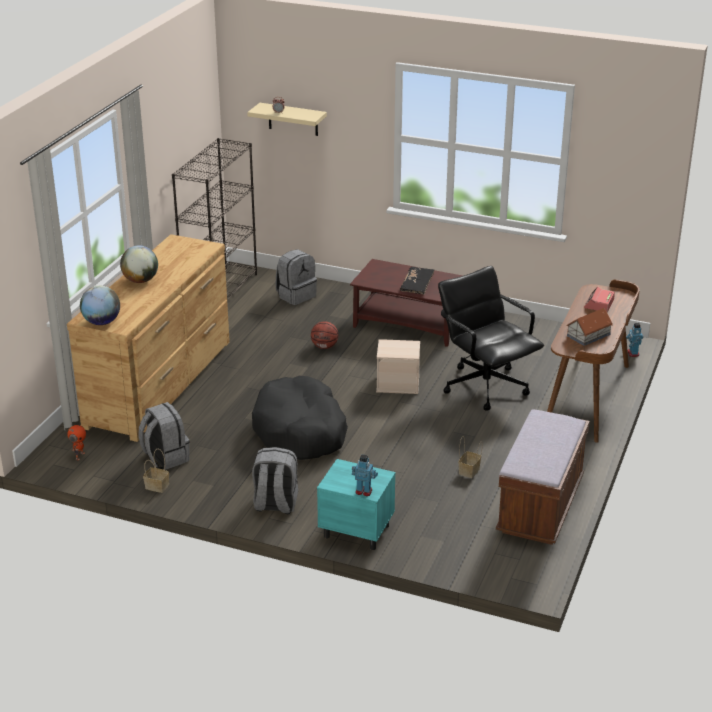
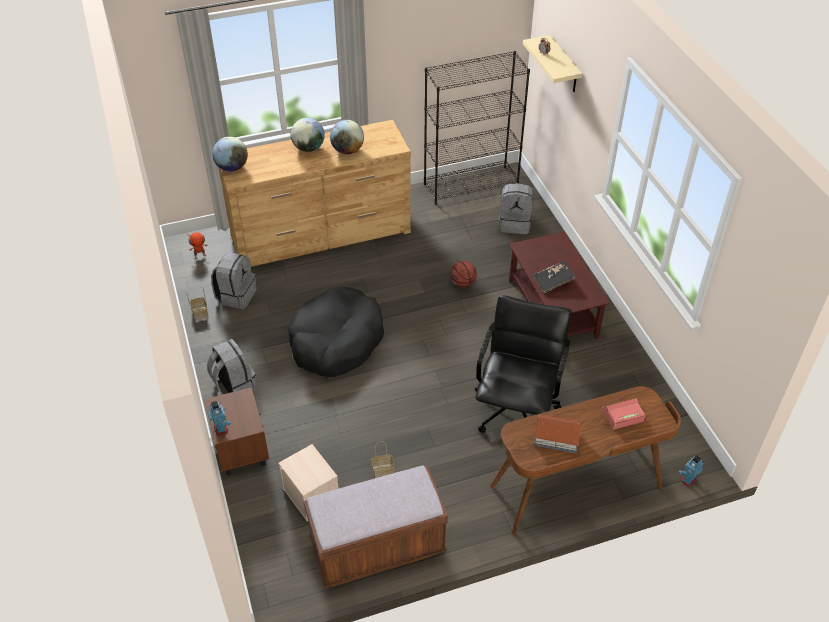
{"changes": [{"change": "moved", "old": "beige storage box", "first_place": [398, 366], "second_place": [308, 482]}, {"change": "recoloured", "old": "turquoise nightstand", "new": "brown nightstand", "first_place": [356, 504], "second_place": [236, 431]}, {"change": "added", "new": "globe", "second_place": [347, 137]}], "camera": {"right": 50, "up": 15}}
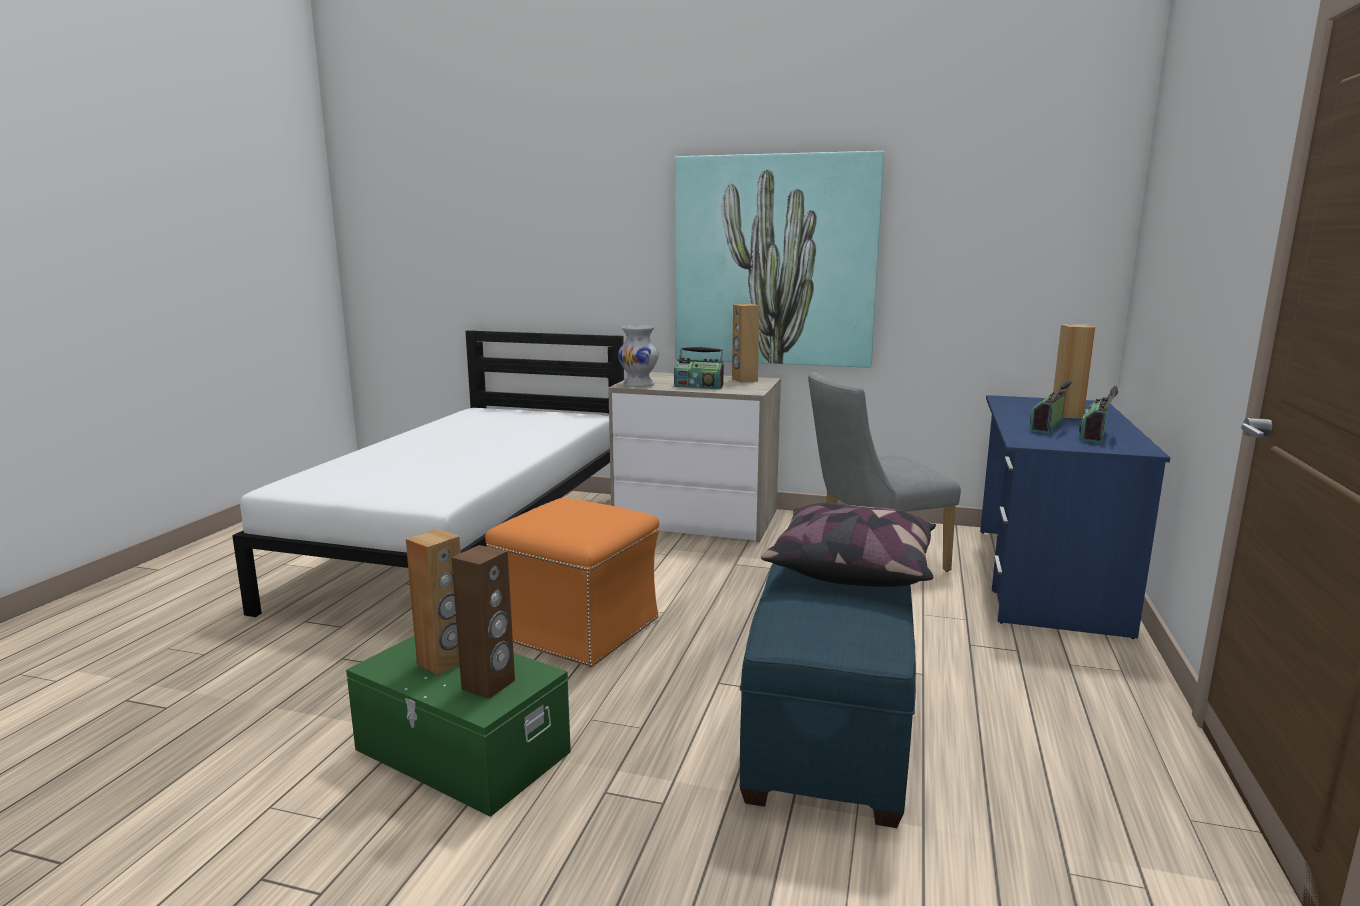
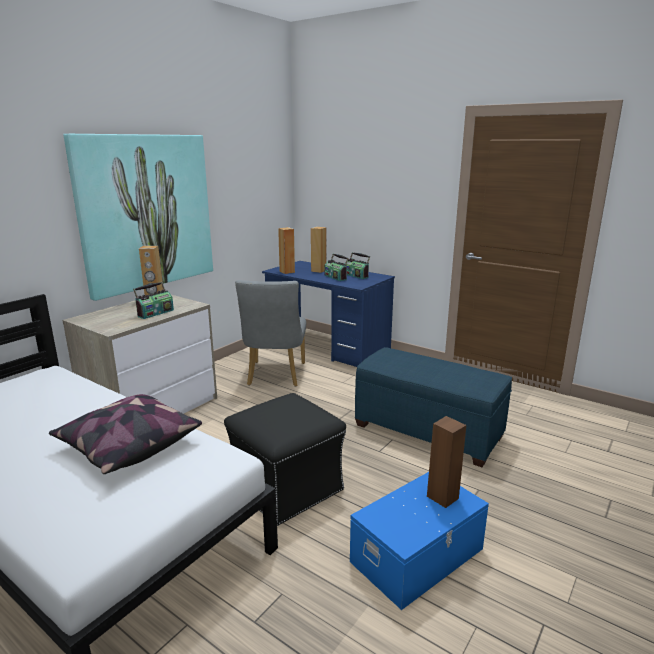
{"changes": [{"change": "removed", "old": "white vase", "first_place": [638, 356]}, {"change": "recoloured", "old": "orange ottoman", "new": "black ottoman", "first_place": [572, 583], "second_place": [285, 459]}, {"change": "moved", "old": "pillow", "first_place": [848, 545], "second_place": [125, 434]}, {"change": "moved", "old": "brown speaker", "first_place": [433, 602], "second_place": [286, 250]}, {"change": "recoloured", "old": "green storage box", "new": "blue storage box", "first_place": [458, 726], "second_place": [419, 541]}], "camera": {"right": -70, "up": 5}}
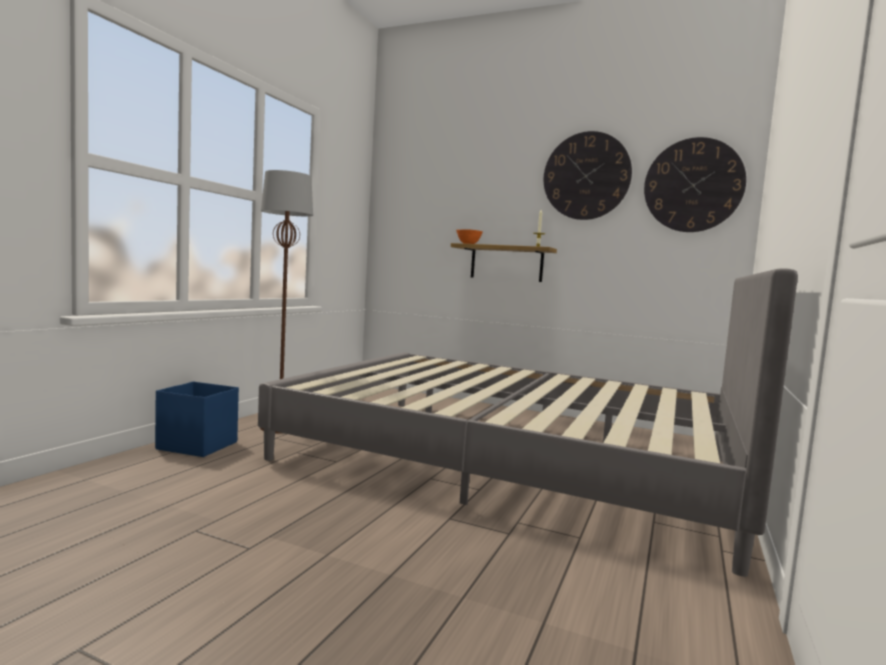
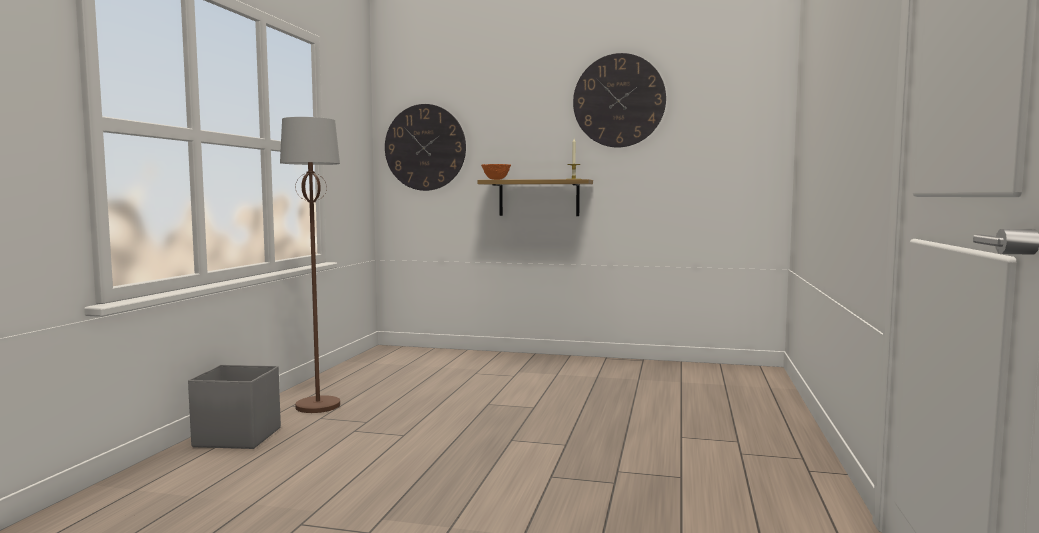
{"changes": [{"change": "moved", "old": "wall clock", "first_place": [695, 184], "second_place": [425, 147]}, {"change": "removed", "old": "grey bed", "first_place": [528, 422]}, {"change": "recoloured", "old": "blue storage box", "new": "grey storage box", "first_place": [197, 419], "second_place": [234, 407]}], "camera": {"right": -10, "up": 0}}
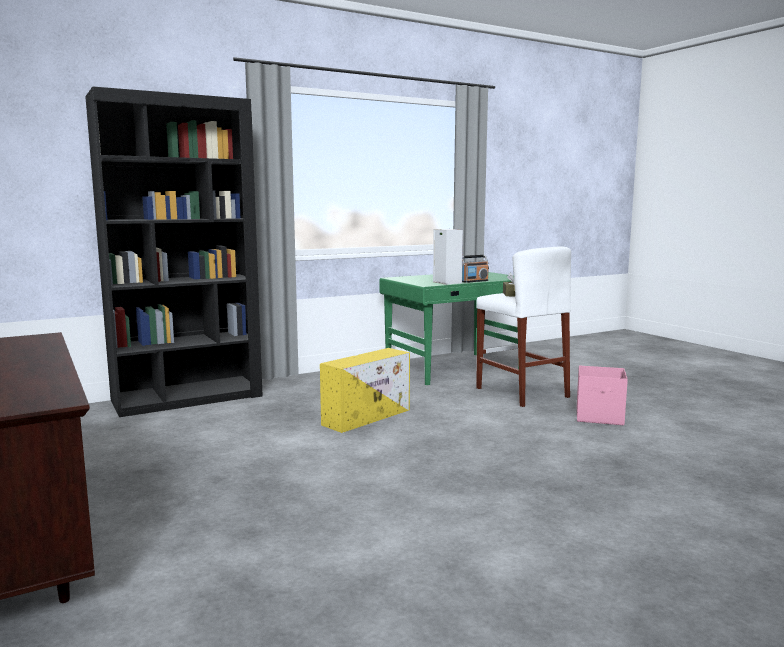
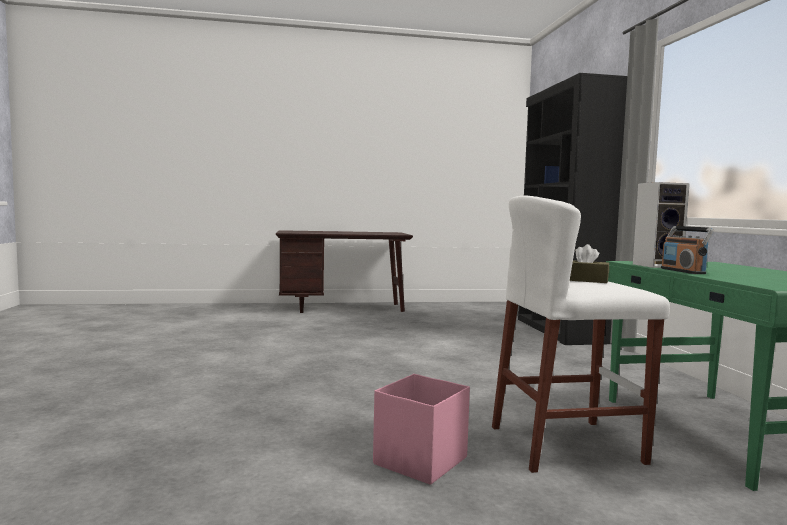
{"changes": [{"change": "removed", "old": "yellow storage box", "first_place": [365, 390]}], "camera": {"right": 110, "up": -5}}
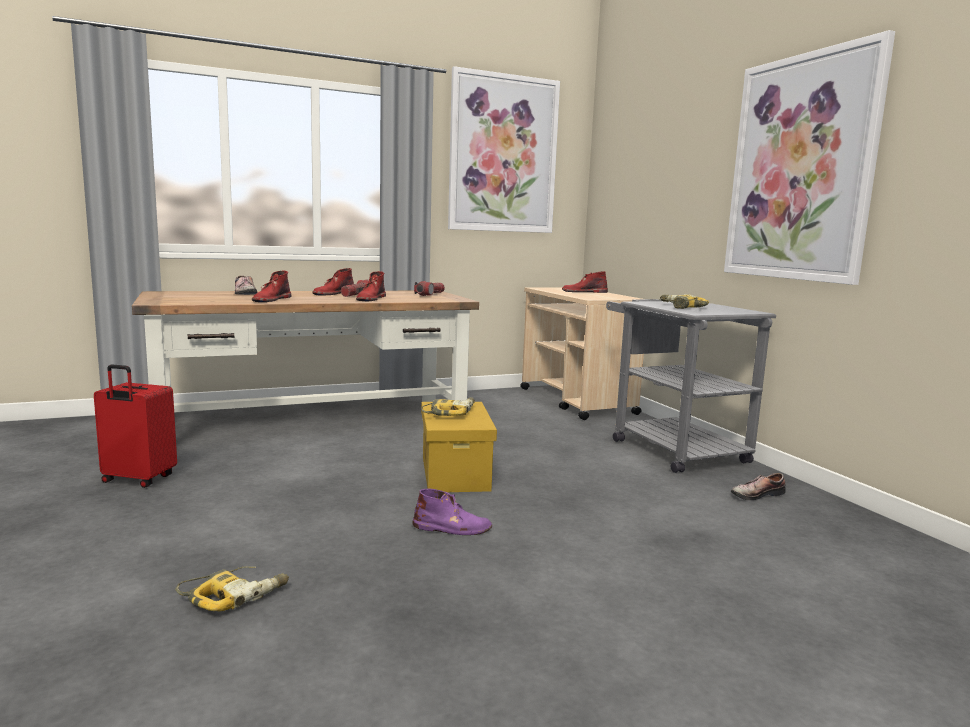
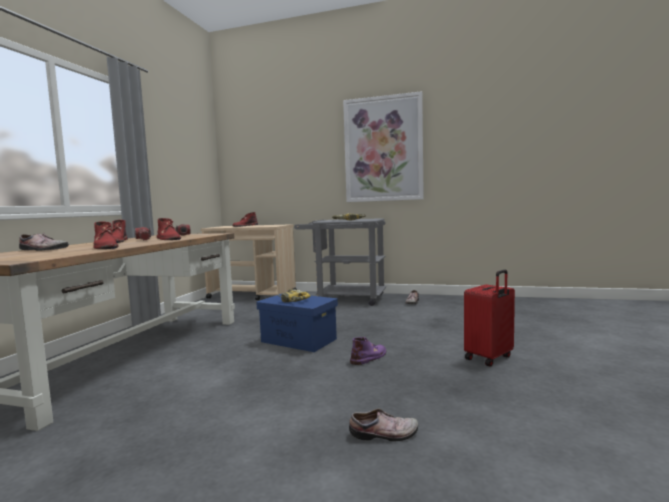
{"changes": [{"change": "removed", "old": "picture", "first_place": [504, 149]}, {"change": "moved", "old": "red suitcase", "first_place": [135, 426], "second_place": [489, 318]}, {"change": "recoloured", "old": "yellow storage box", "new": "blue storage box", "first_place": [459, 447], "second_place": [297, 323]}, {"change": "replaced", "old": "power drill", "new": "shoe", "first_place": [232, 588], "second_place": [383, 424]}], "camera": {"right": -50, "up": -5}}
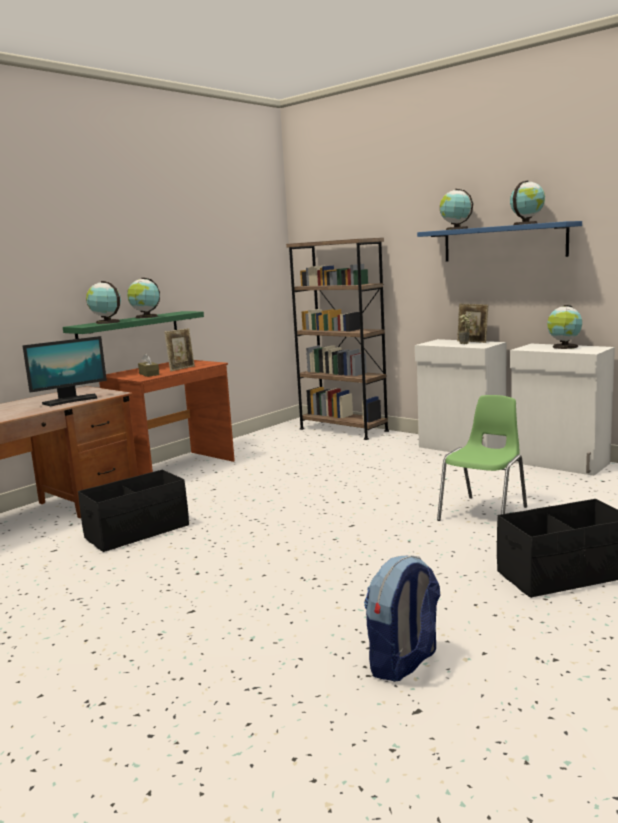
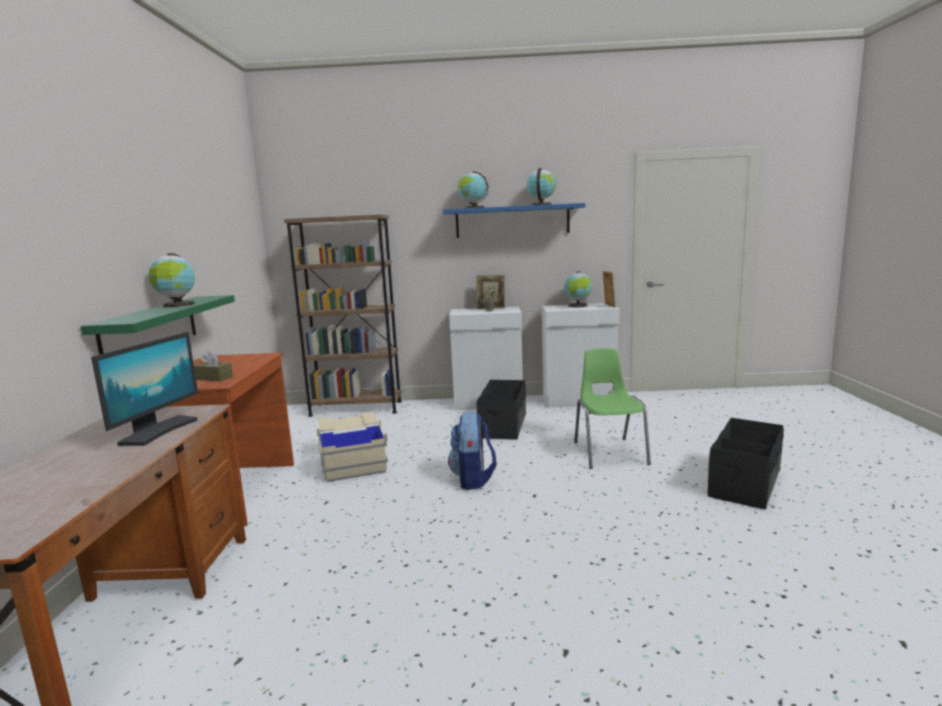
{"changes": [{"change": "removed", "old": "globe", "first_place": [103, 302]}, {"change": "moved", "old": "picture frame", "first_place": [179, 349], "second_place": [609, 289]}, {"change": "moved", "old": "black storage box", "first_place": [133, 511], "second_place": [501, 409]}, {"change": "moved", "old": "backpack", "first_place": [402, 618], "second_place": [472, 450]}, {"change": "added", "new": "beige storage box", "second_place": [352, 446]}], "camera": {"right": -40, "up": 0}}
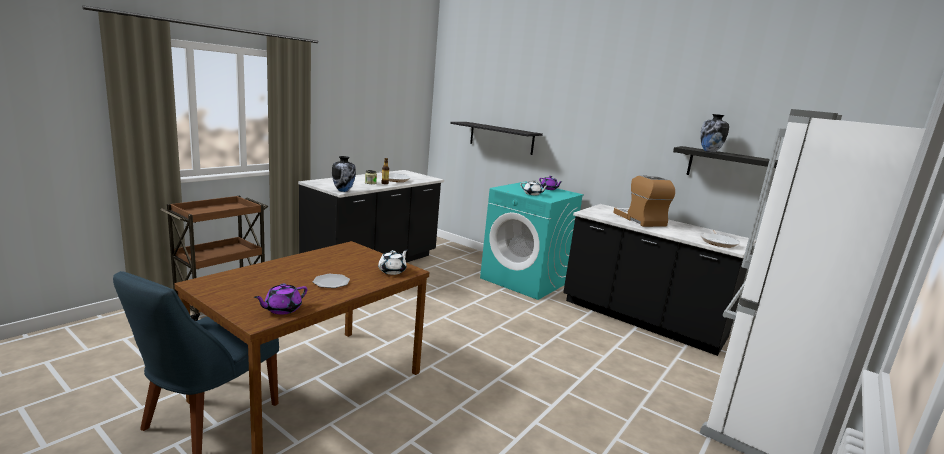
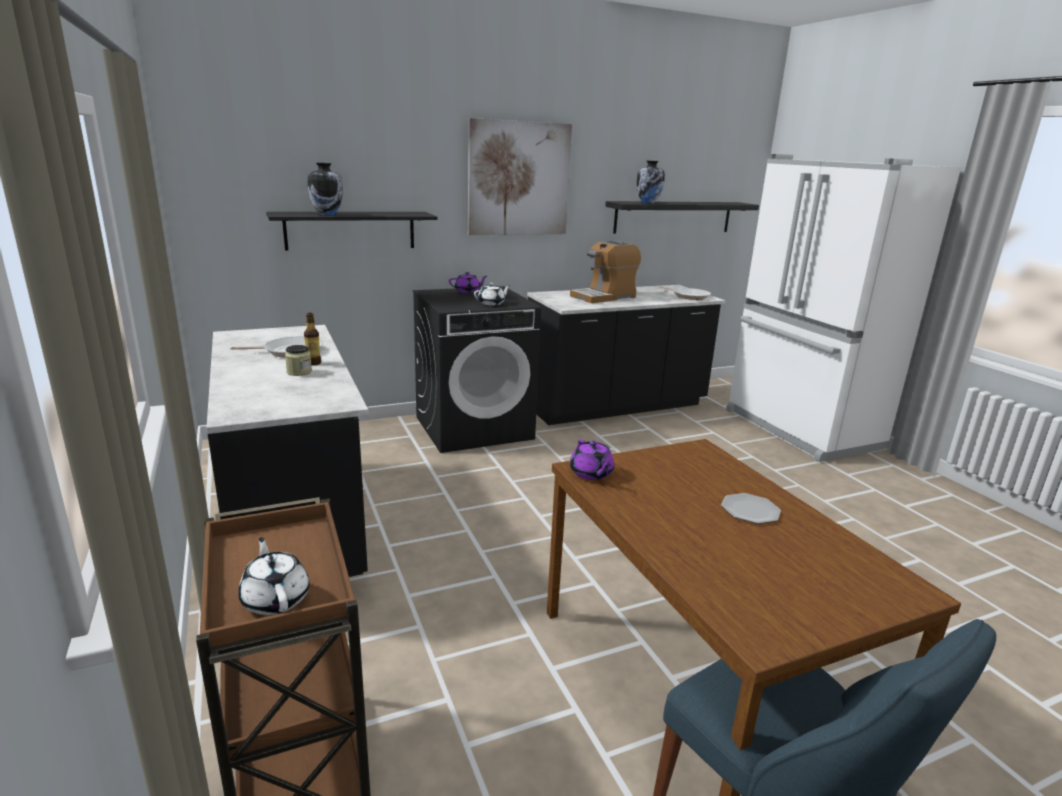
{"changes": [{"change": "moved", "old": "vase", "first_place": [344, 174], "second_place": [325, 189]}, {"change": "turned", "old": "coffee machine", "first_place": [644, 201], "second_place": [605, 272], "degrees": -45}, {"change": "recoloured", "old": "turquoise washing machine", "new": "black washing machine", "first_place": [532, 240], "second_place": [477, 369]}, {"change": "moved", "old": "white teapot", "first_place": [392, 262], "second_place": [274, 576]}, {"change": "moved", "old": "purple teapot", "first_place": [280, 299], "second_place": [592, 459]}, {"change": "added", "new": "picture", "second_place": [520, 176]}], "camera": {"right": -60, "up": 5}}
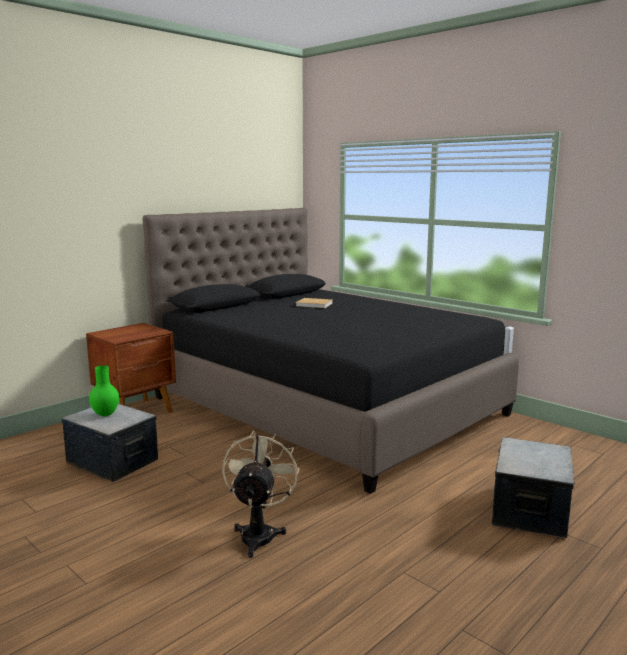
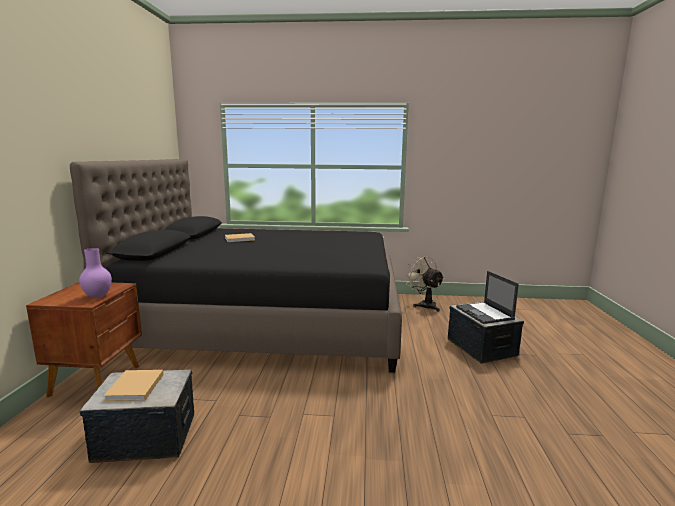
{"changes": [{"change": "replaced", "old": "green vase", "new": "beige book", "first_place": [104, 390], "second_place": [133, 385]}, {"change": "moved", "old": "beige fan", "first_place": [261, 494], "second_place": [424, 283]}, {"change": "added", "new": "purple vase", "second_place": [95, 273]}, {"change": "added", "new": "laptop", "second_place": [487, 297]}], "camera": {"right": -40, "up": 0}}
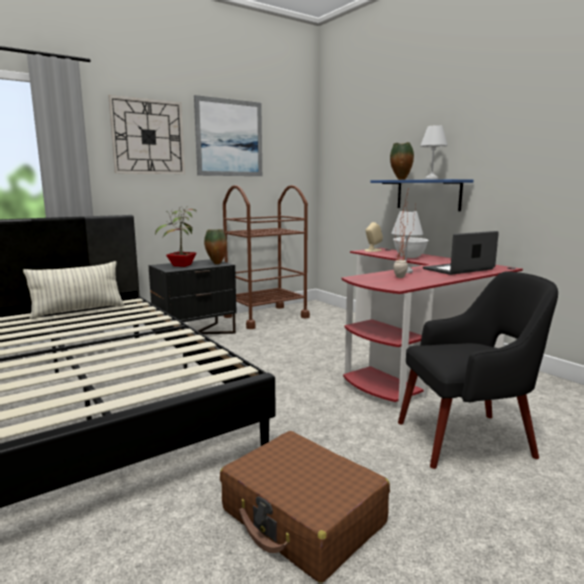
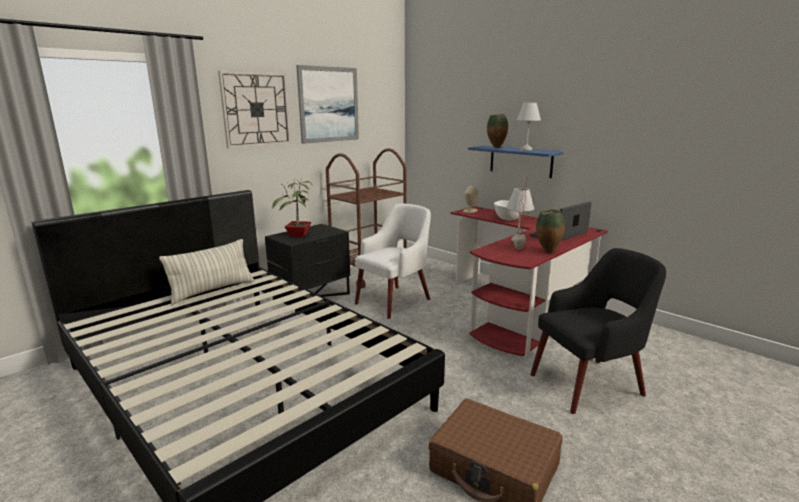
{"changes": [{"change": "moved", "old": "vase", "first_place": [215, 246], "second_place": [550, 231]}, {"change": "added", "new": "white armchair", "second_place": [393, 261]}], "camera": {"right": -10, "up": 5}}
